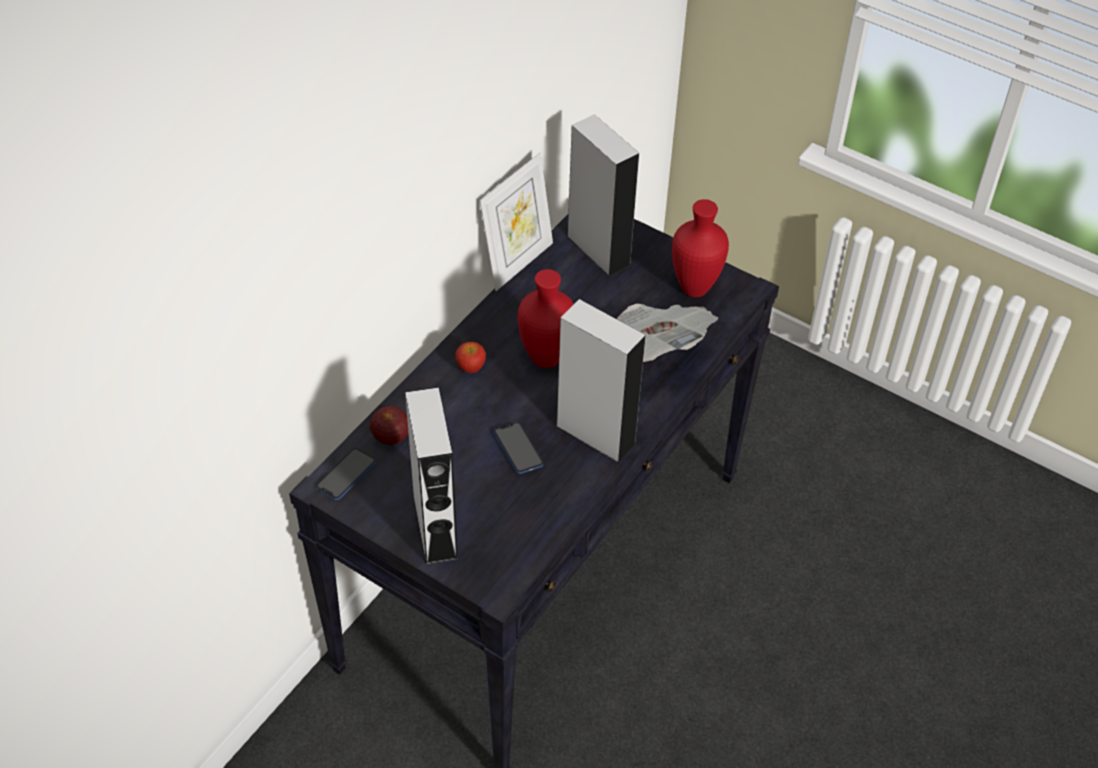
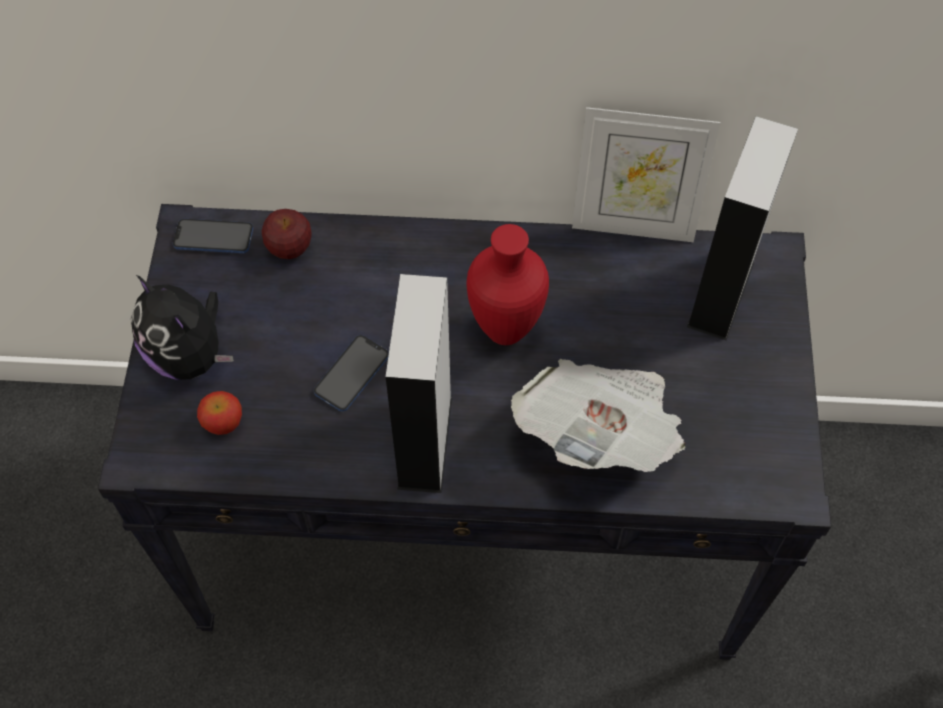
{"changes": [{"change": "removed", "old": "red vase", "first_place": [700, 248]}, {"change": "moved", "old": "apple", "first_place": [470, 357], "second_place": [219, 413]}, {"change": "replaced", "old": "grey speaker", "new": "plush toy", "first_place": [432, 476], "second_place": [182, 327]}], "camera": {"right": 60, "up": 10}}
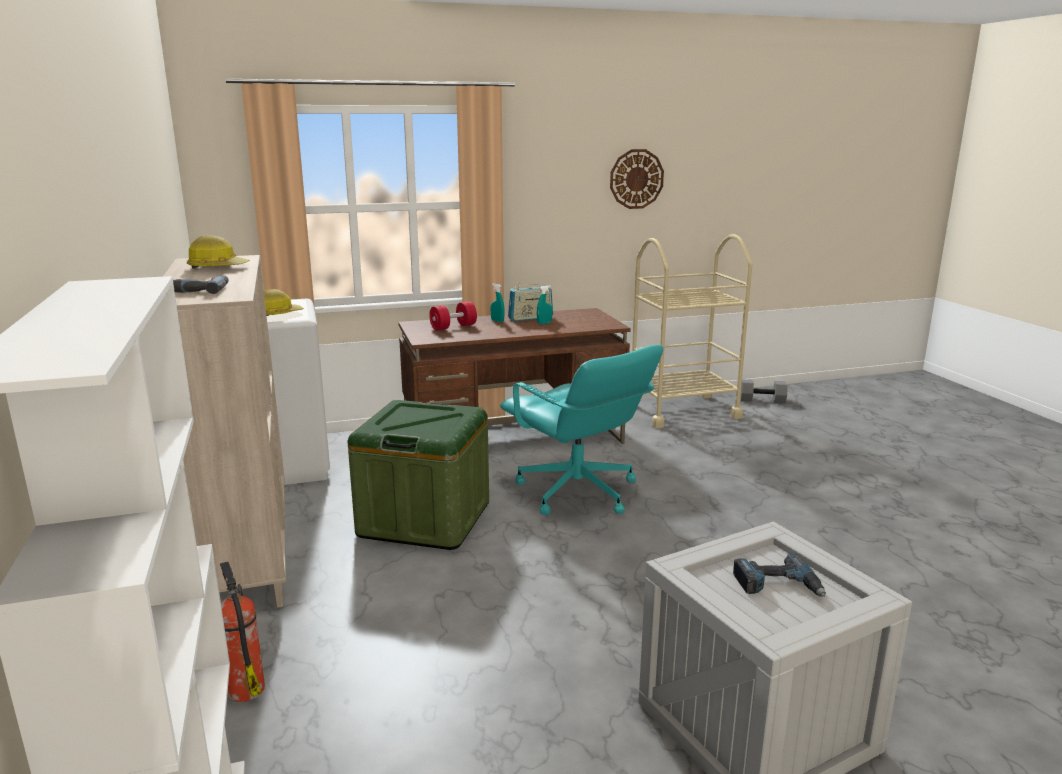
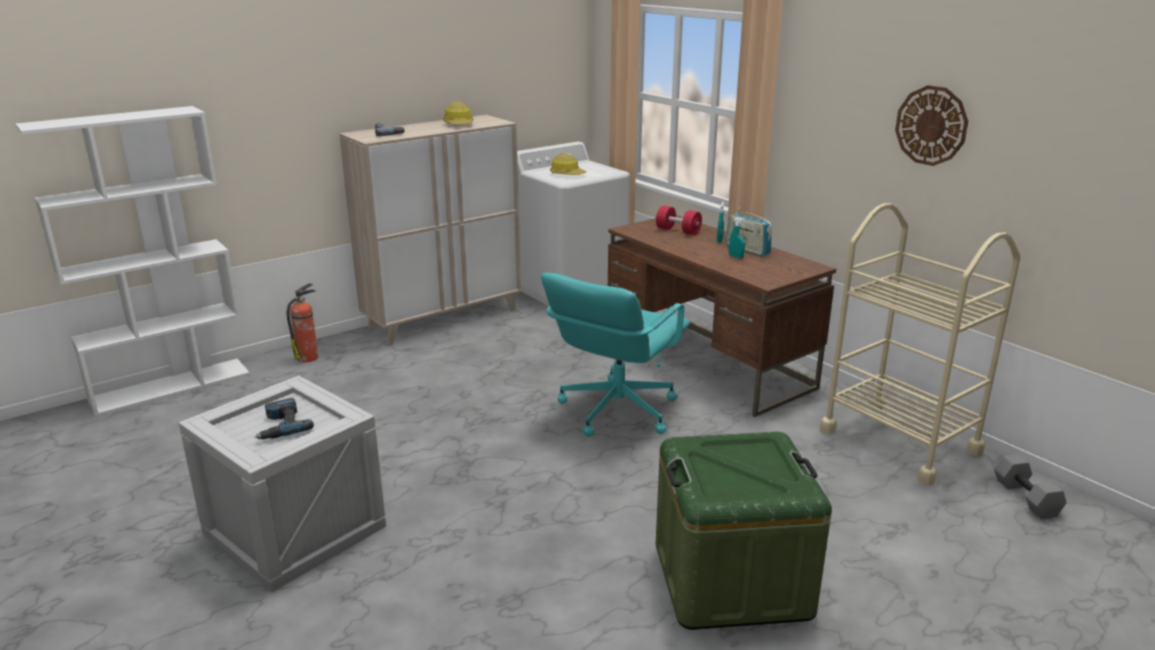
{"changes": [{"change": "moved", "old": "green storage box", "first_place": [418, 475], "second_place": [744, 531]}], "camera": {"right": 70, "up": 5}}
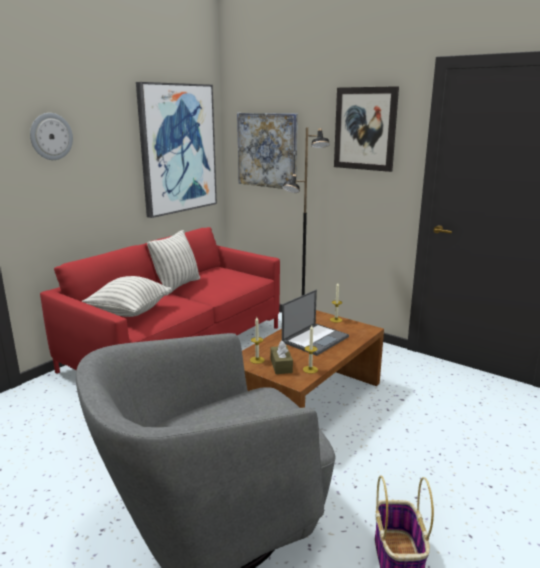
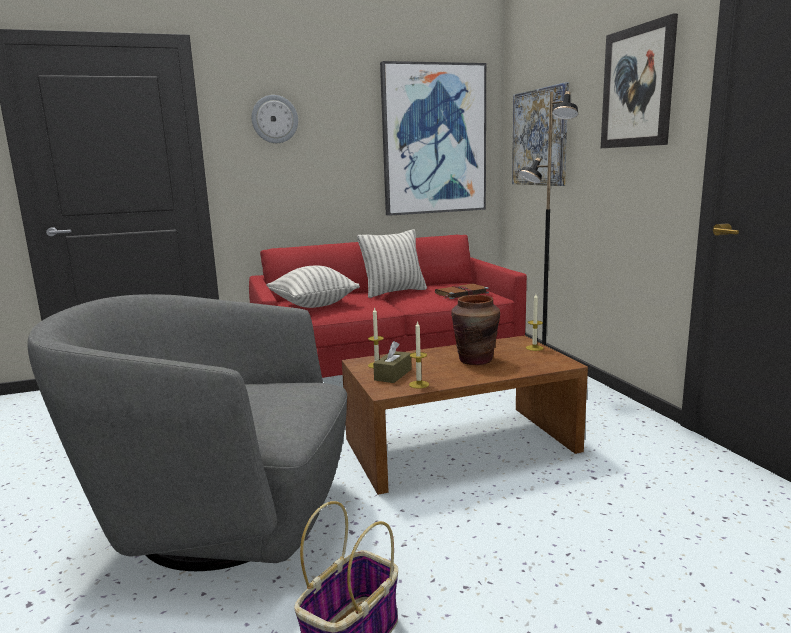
{"changes": [{"change": "replaced", "old": "laptop", "new": "brown vase", "first_place": [315, 323], "second_place": [475, 330]}, {"change": "added", "new": "brown book", "second_place": [462, 291]}], "camera": {"right": 35, "up": -5}}
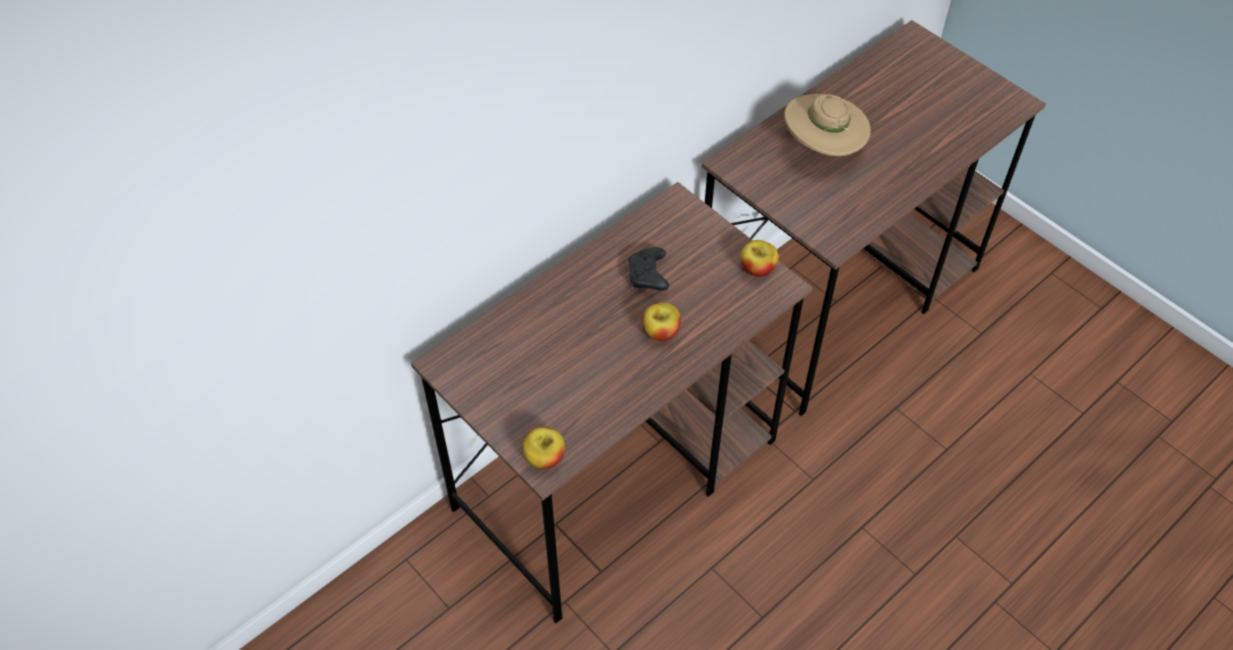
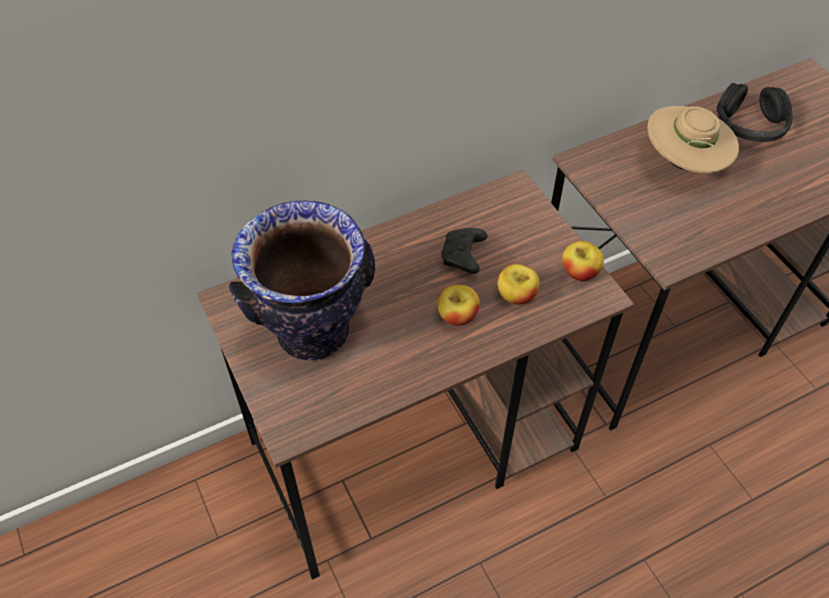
{"changes": [{"change": "moved", "old": "apple", "first_place": [543, 448], "second_place": [518, 284]}, {"change": "added", "new": "black headphones", "second_place": [755, 112]}, {"change": "added", "new": "vase", "second_place": [302, 280]}], "camera": {"right": 15, "up": 0}}
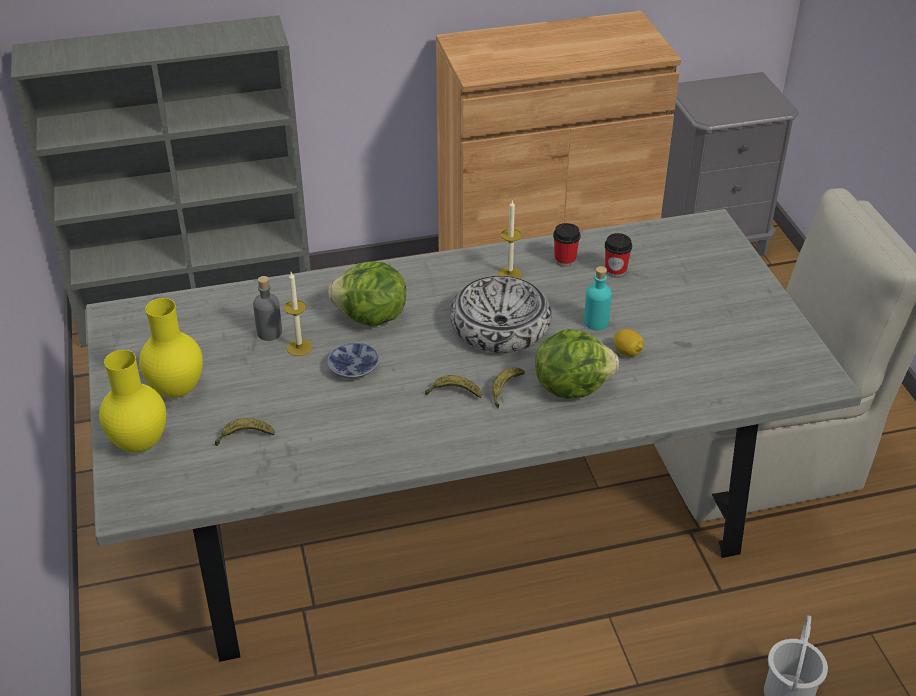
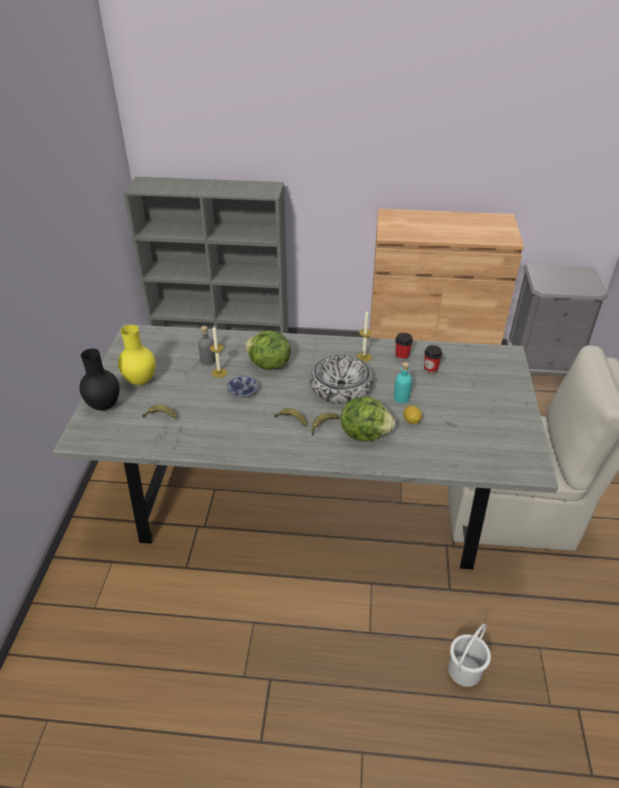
{"changes": [{"change": "recoloured", "old": "yellow vase", "new": "black vase", "first_place": [132, 401], "second_place": [99, 379]}], "camera": {"right": 20, "up": 0}}
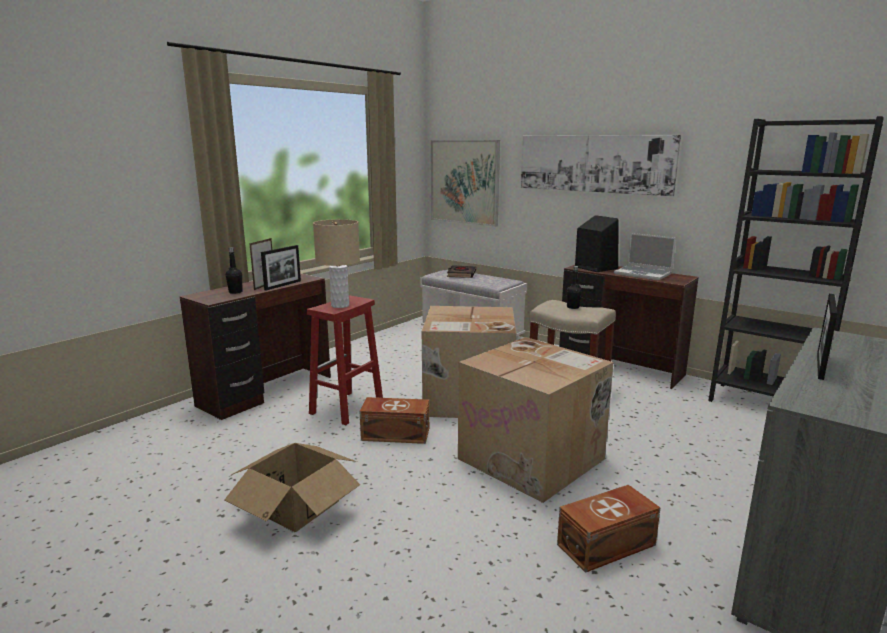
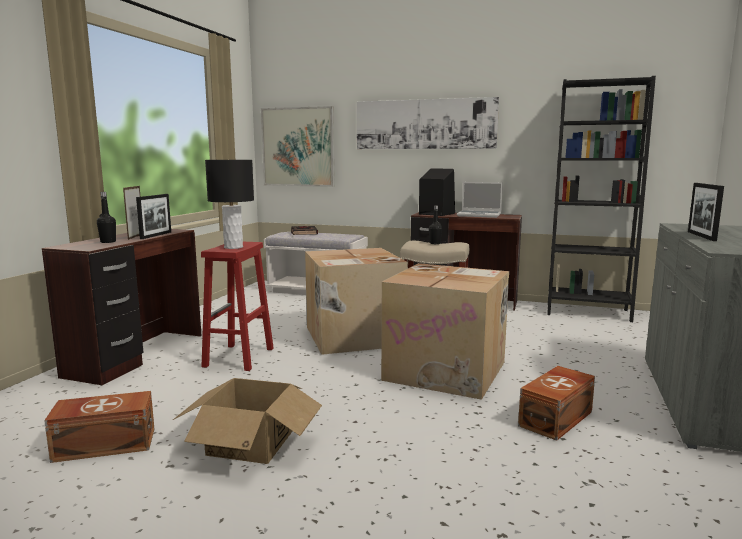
{"changes": [{"change": "recoloured", "old": "beige table lamp", "new": "black table lamp", "first_place": [336, 263], "second_place": [229, 204]}, {"change": "moved", "old": "brown storage box", "first_place": [394, 420], "second_place": [99, 427]}], "camera": {"right": -20, "up": -5}}
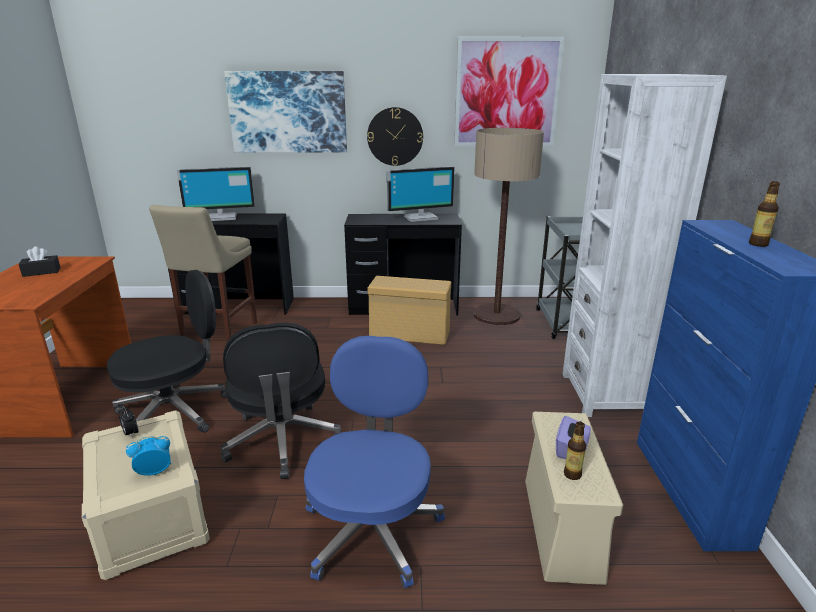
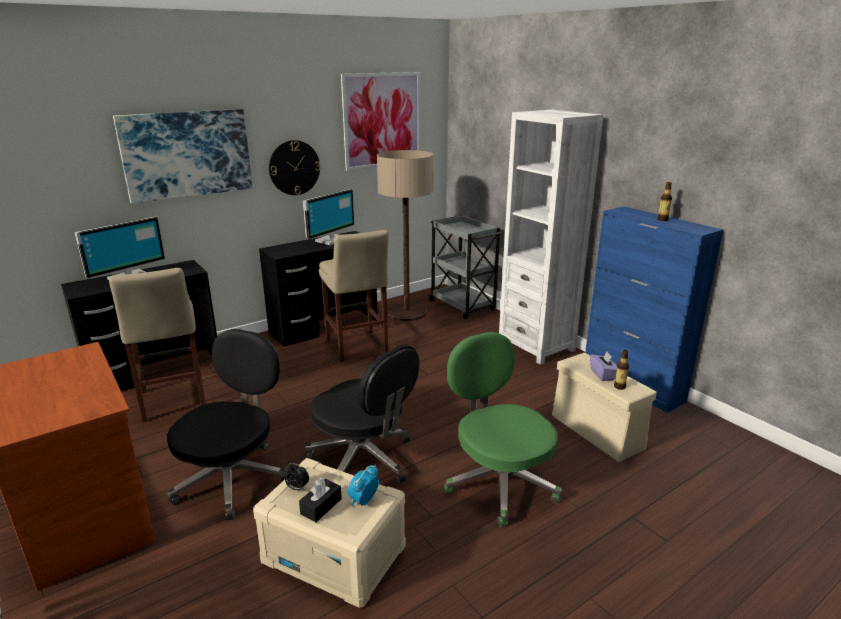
{"changes": [{"change": "moved", "old": "black tissue box", "first_place": [40, 262], "second_place": [320, 500]}, {"change": "replaced", "old": "beige storage box", "new": "beige stool", "first_place": [409, 310], "second_place": [354, 296]}, {"change": "recoloured", "old": "blue office chair", "new": "green office chair", "first_place": [374, 462], "second_place": [503, 429]}], "camera": {"right": -35, "up": 0}}
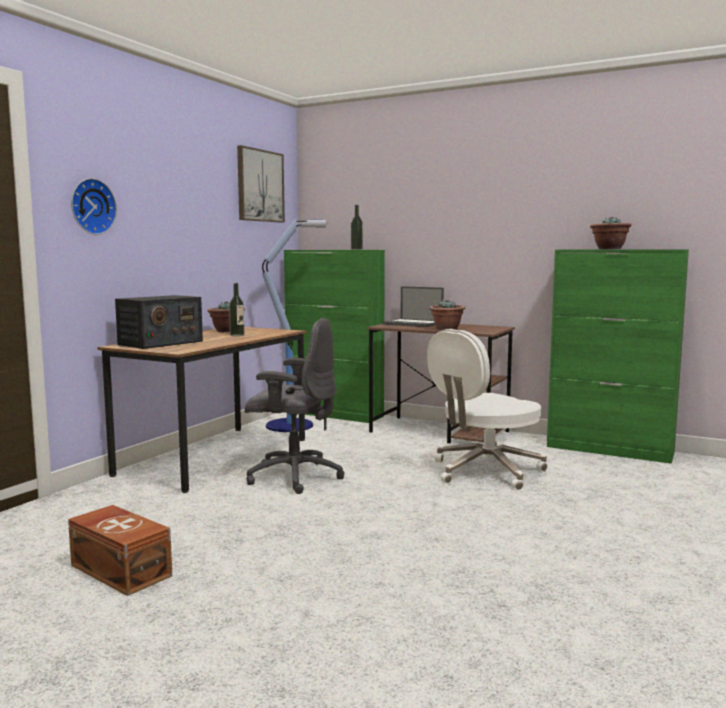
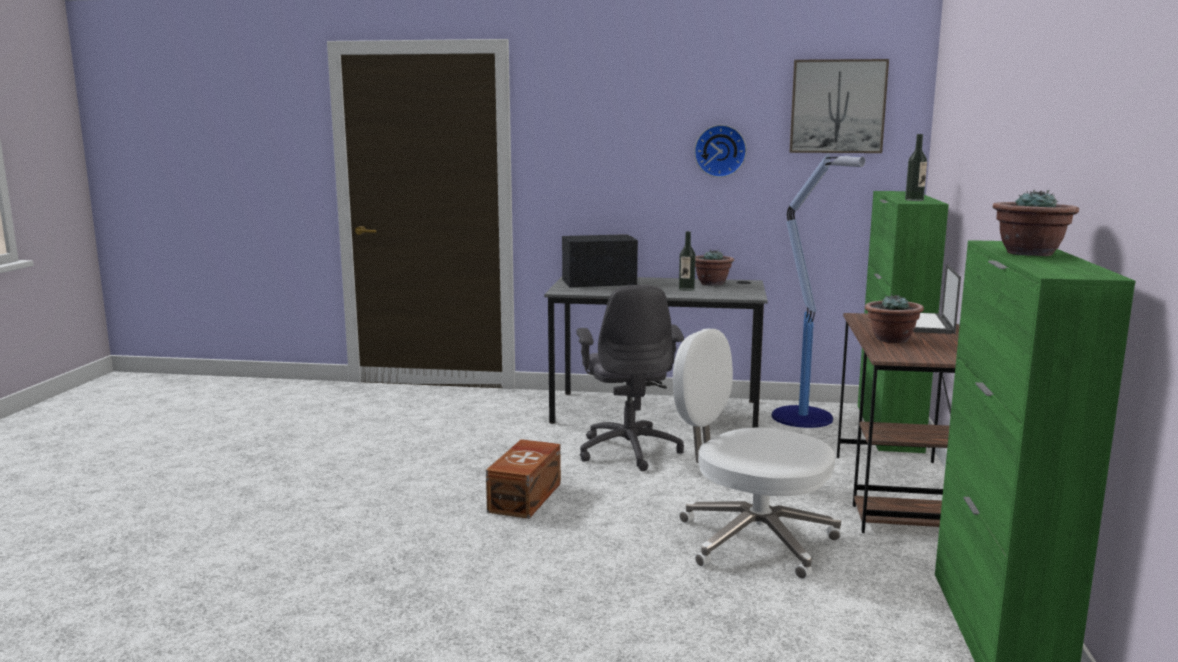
{"changes": [{"change": "moved", "old": "wall clock", "first_place": [94, 206], "second_place": [720, 151]}, {"change": "turned", "old": "radio", "first_place": [159, 322], "second_place": [600, 260], "degrees": 150}, {"change": "recoloured", "old": "brown desk", "new": "grey desk", "first_place": [202, 410], "second_place": [656, 352]}, {"change": "moved", "old": "brown storage box", "first_place": [120, 550], "second_place": [523, 479]}], "camera": {"right": 70, "up": 5}}
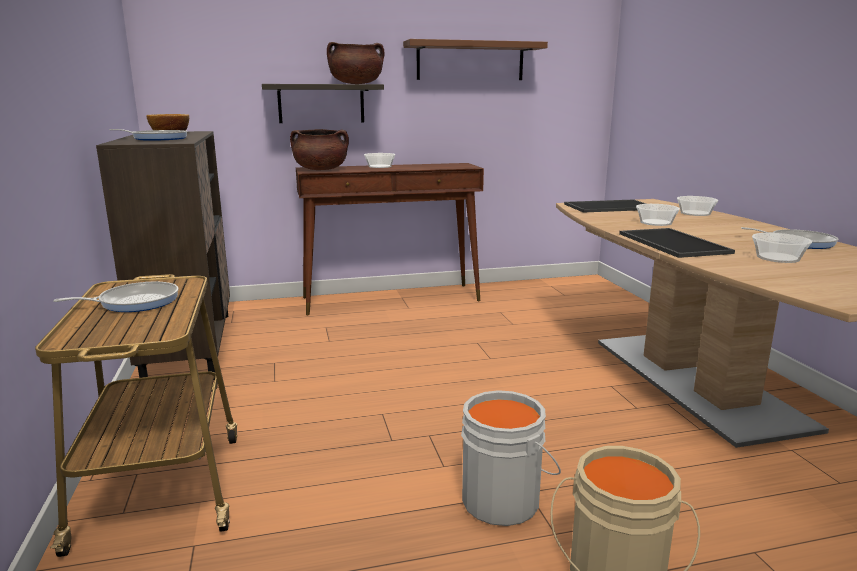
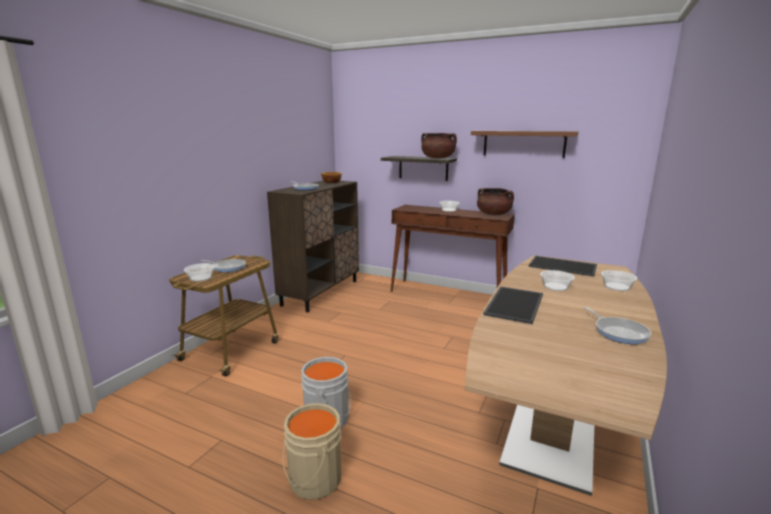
{"changes": [{"change": "moved", "old": "brown cooking pot", "first_place": [319, 149], "second_place": [495, 201]}, {"change": "moved", "old": "bowl", "first_place": [782, 248], "second_place": [199, 272]}], "camera": {"right": 40, "up": 0}}
